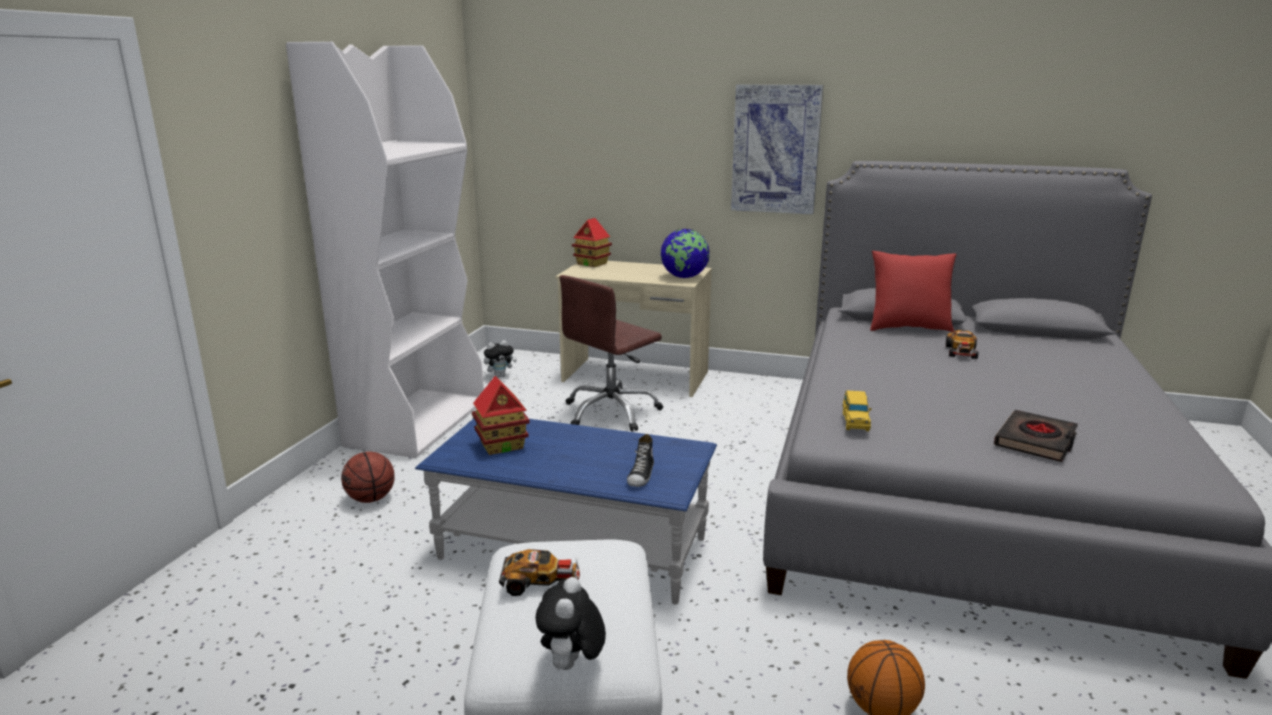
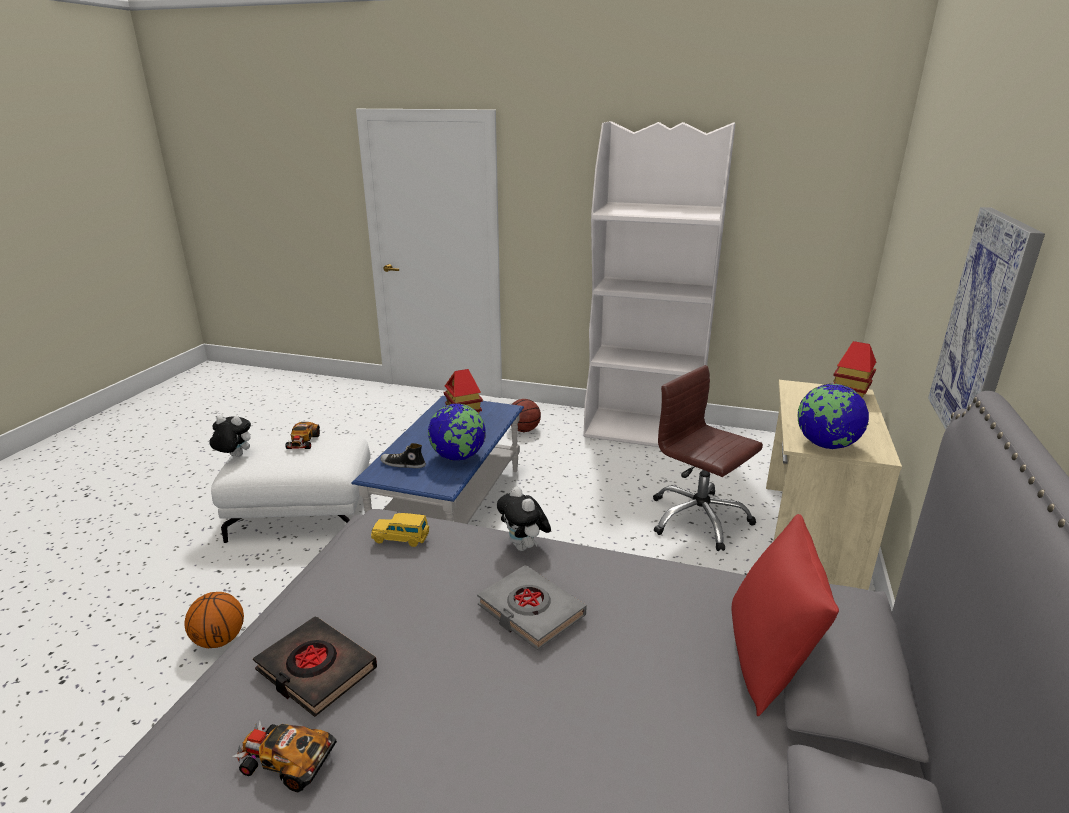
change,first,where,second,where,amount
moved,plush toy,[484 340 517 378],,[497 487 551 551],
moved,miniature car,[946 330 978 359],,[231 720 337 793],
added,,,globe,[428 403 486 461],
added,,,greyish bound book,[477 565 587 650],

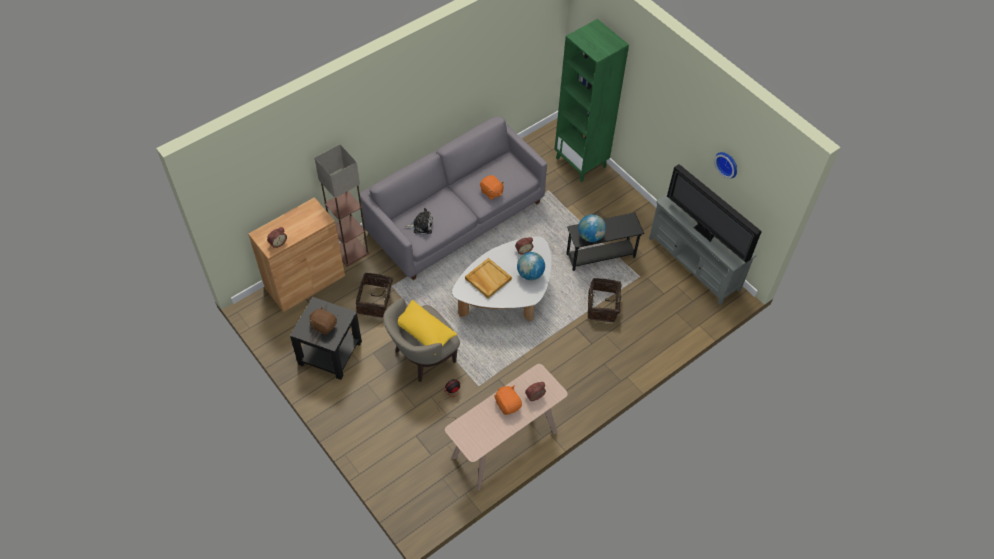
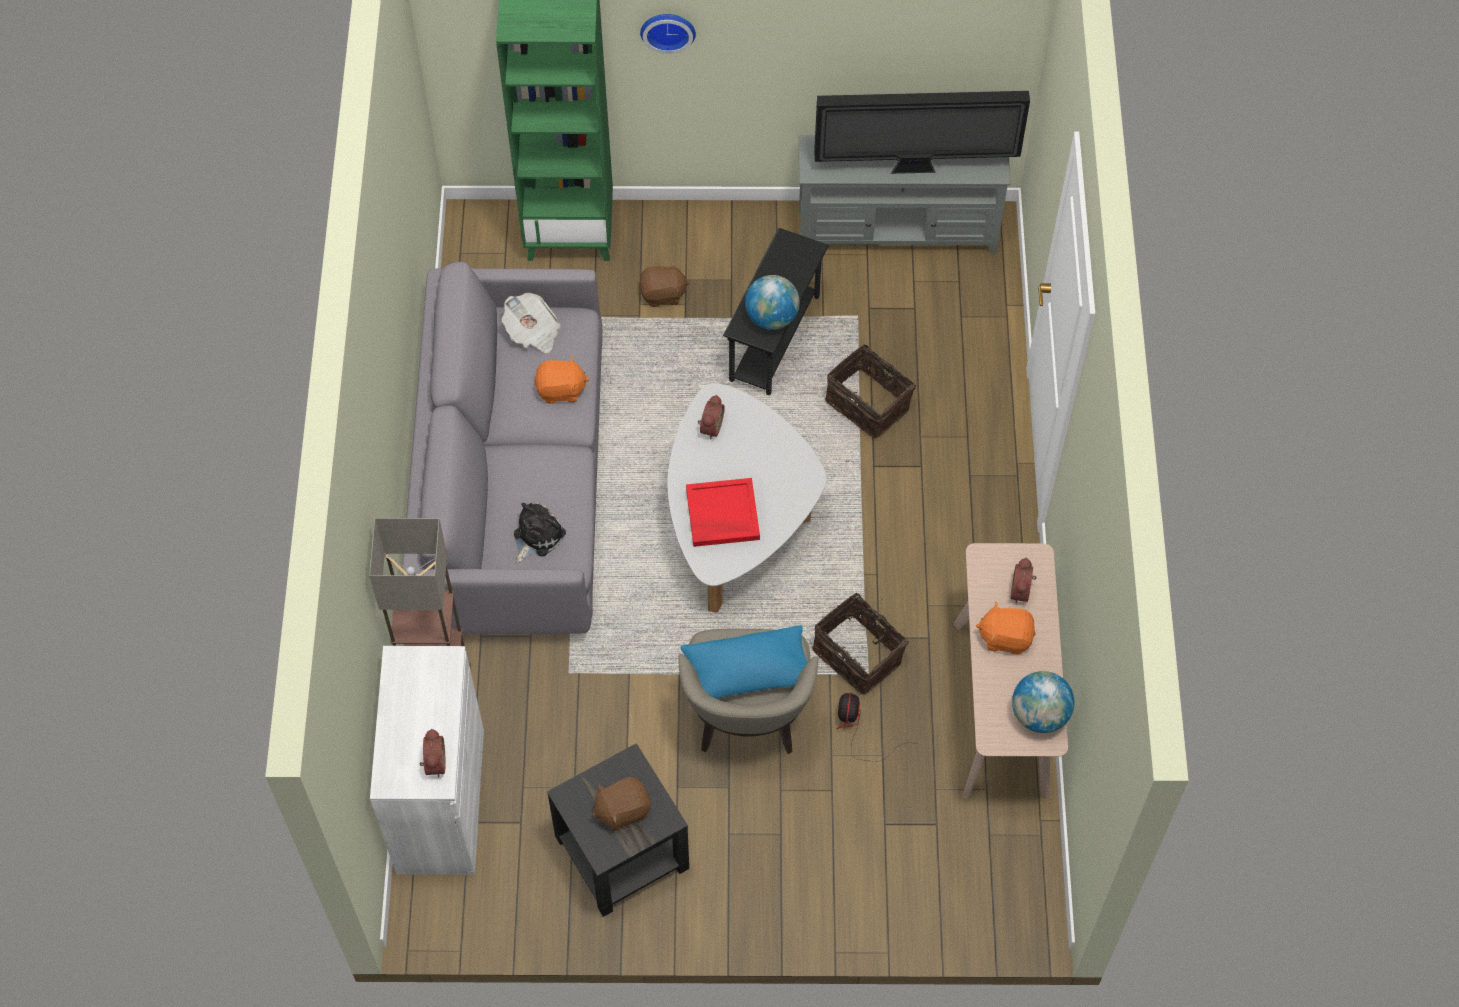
change,first,where,second,where,amount
recoloured,brownish storage cabinet,[248 197 345 312],white-coloured storage cabinet,[370 646 484 875],
moved,storage basket,[356 272 397 318],,[812 589 909 694],
recoloured,yellow cushion,[398 300 457 355],blue cushion,[681 625 808 699],
recoloured,beige-coloured carrying tray,[465 258 512 299],red-coloured carrying tray,[686 478 760 547],
moved,globe,[517 252 545 280],,[1012 671 1075 733],
moved,clock on the wall,[714 152 737 178],,[640 14 696 54],
added,,,printed paper,[502 293 561 353],
added,,,brownish plush toy,[639 261 690 307],

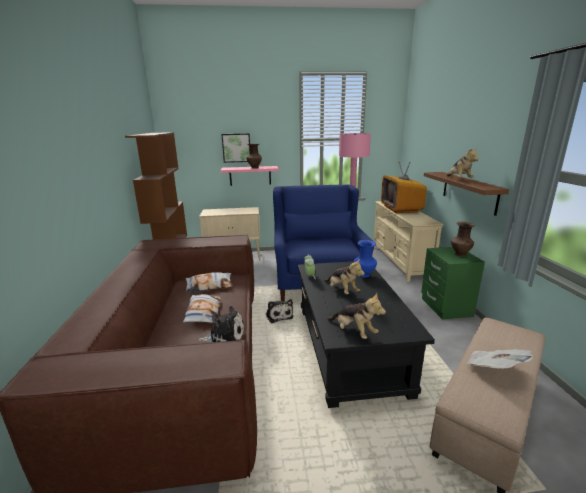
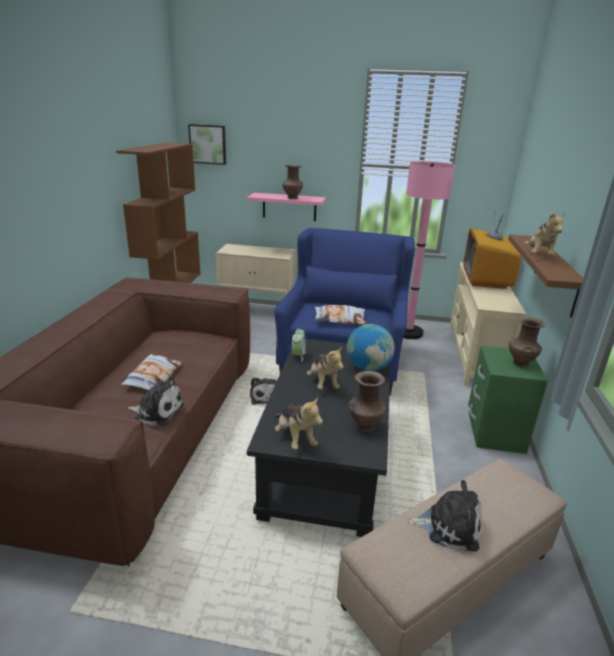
change,first,where,second,where,amount
moved,cushion,[185 272 232 292],,[315 305 366 324],
moved,picture,[221 133 250 163],,[188 124 226 165],
replaced,blue decorative vase,[354 240 377 278],globe,[347 324 395 371],
replaced,printed paper,[466 349 533 368],plush toy,[407 480 482 551],
added,,,brownish decorative vase,[349 371 386 432],

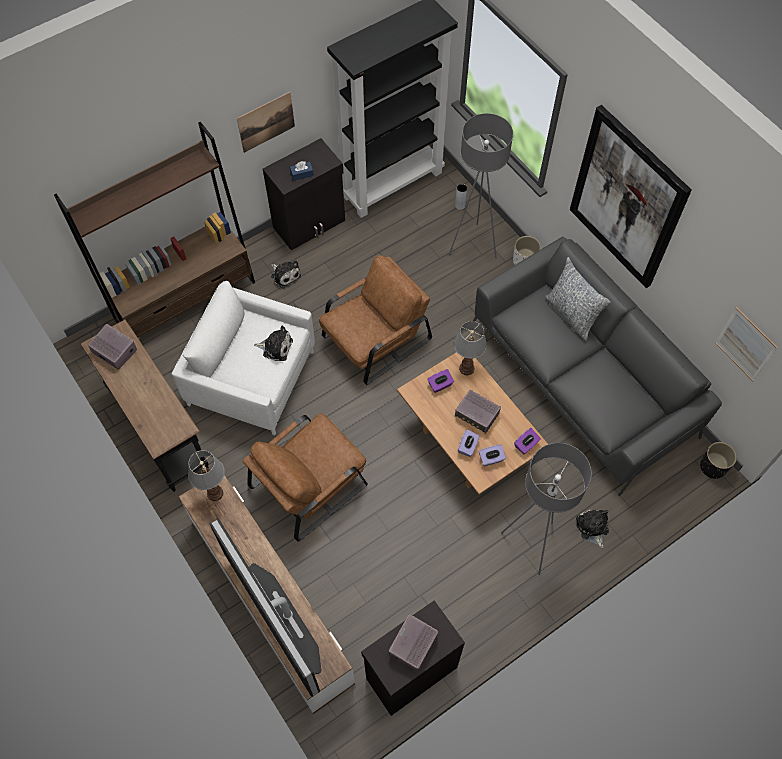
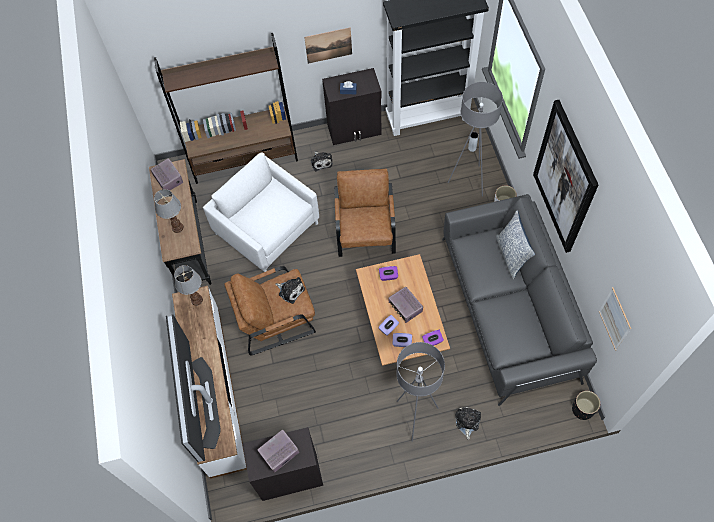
change,first,where,second,where,amount
moved,plush toy,[254 326 293 361],,[275 277 305 304],
turned,brownish lounge chair,[319 255 432 385],,[334 169 396 257],75 degrees counterclockwise
moved,table lamp,[454 321 487 375],,[154 189 184 233],

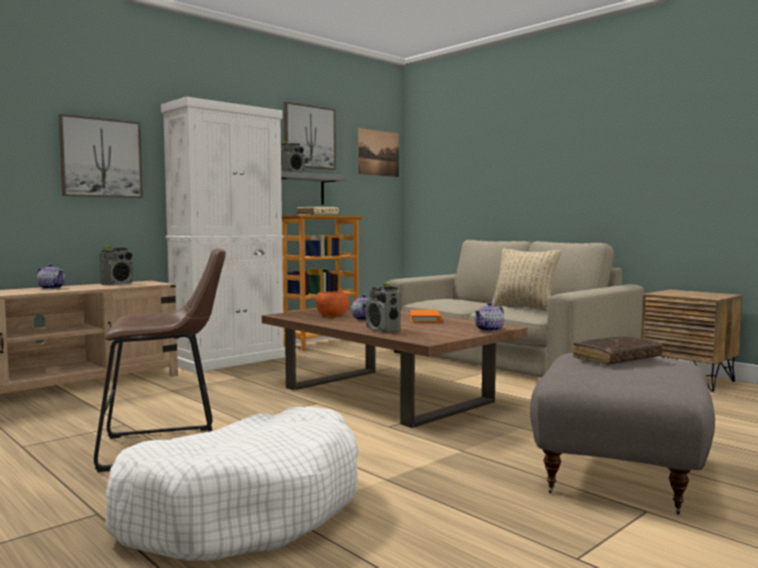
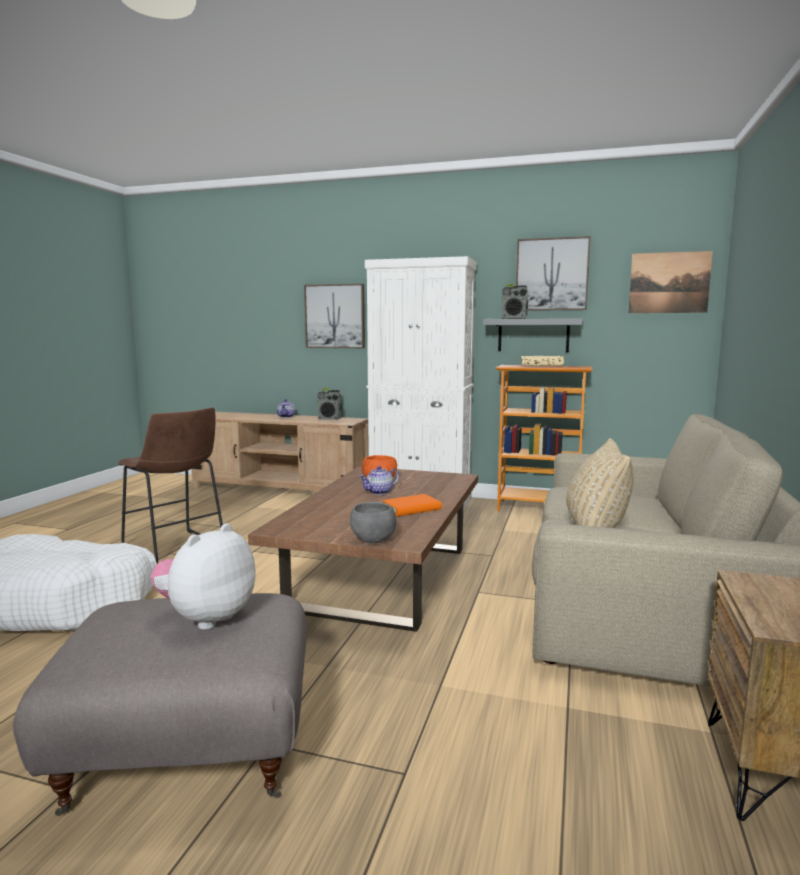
change,first,where,second,where,amount
removed,radio receiver,[366 282 401 333],,,
replaced,pot for tea,[475 302 504 332],greyish deep dish,[350 502 396 543],
replaced,brownish bound book,[573 336 663 365],plush toy,[150 523 256 630],

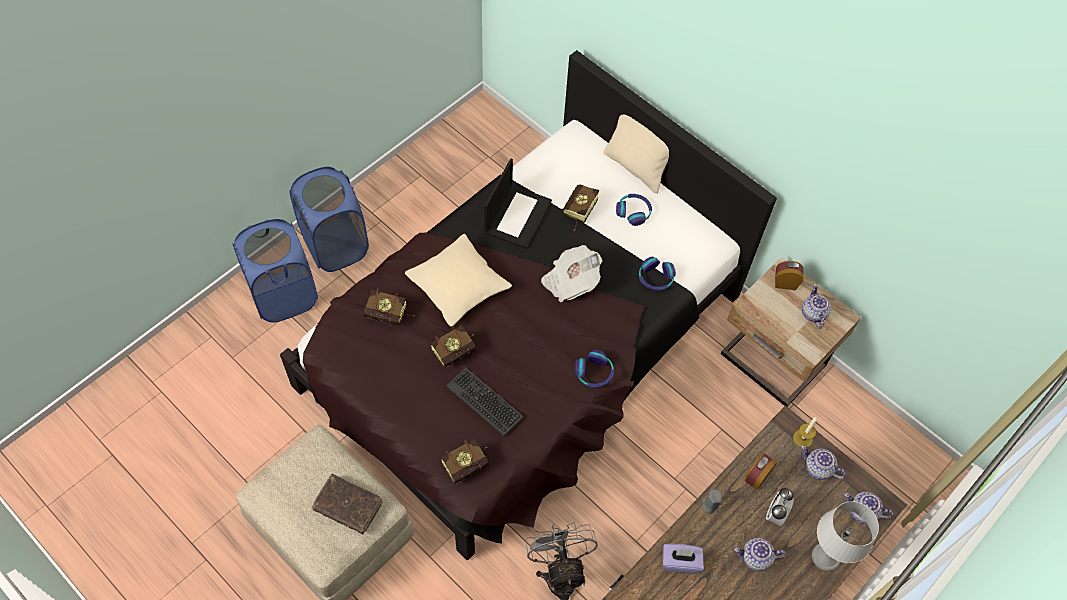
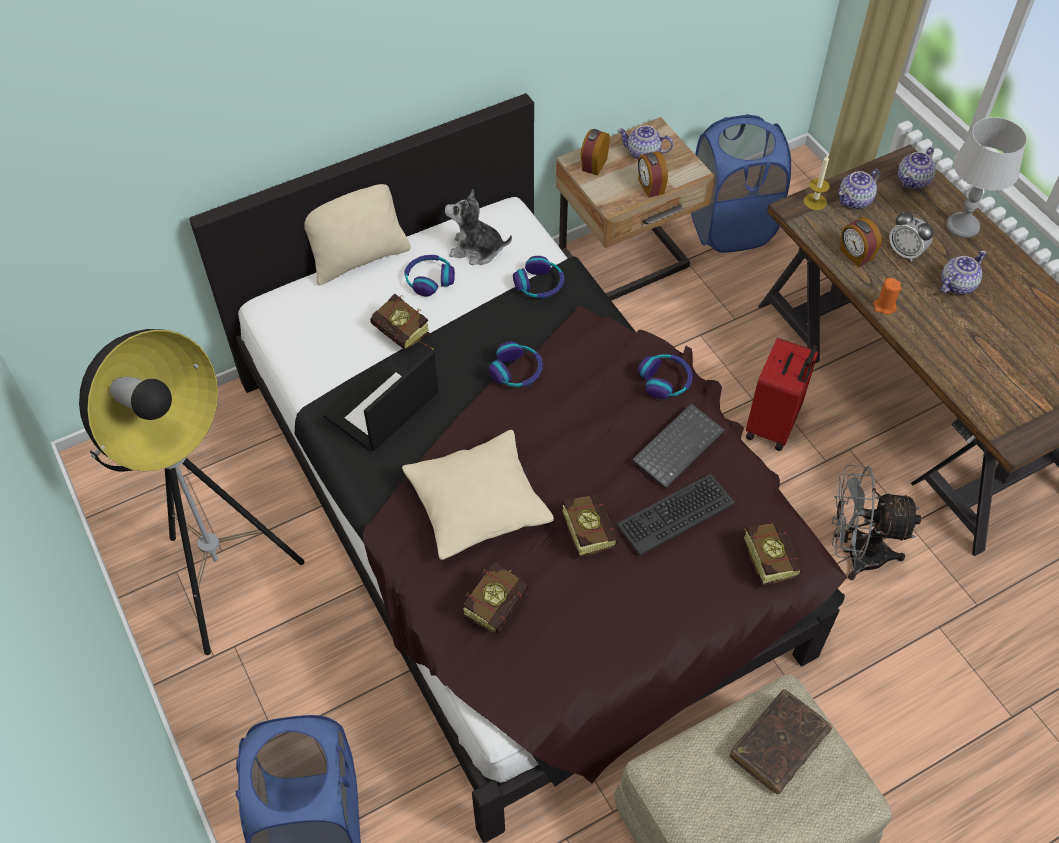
change,first,where,second,where,amount
moved,blue hamper,[290 167 369 272],,[691 114 791 253],
turned,laptop,[484 159 552 249],,[324 350 438 452],90 degrees counterclockwise
replaced,printed paper,[541 245 603 302],headphones,[488 341 543 387],
removed,purple-coloured tissue box,[663 544 704 574],,,
recoloured,greyish candle,[702 489 722 514],orange-coloured candle,[873 278 901 314],
turned,pot for tea,[734 538 786 571],,[941 250 986 295],150 degrees counterclockwise
added,,,standing lamp,[79 329 305 655],
added,,,plush toy,[445 189 512 265],
added,,,keyboard,[632 404 725 489],
added,,,bedside clock,[638 151 668 198],
added,,,red-coloured travel case,[746 338 818 451],

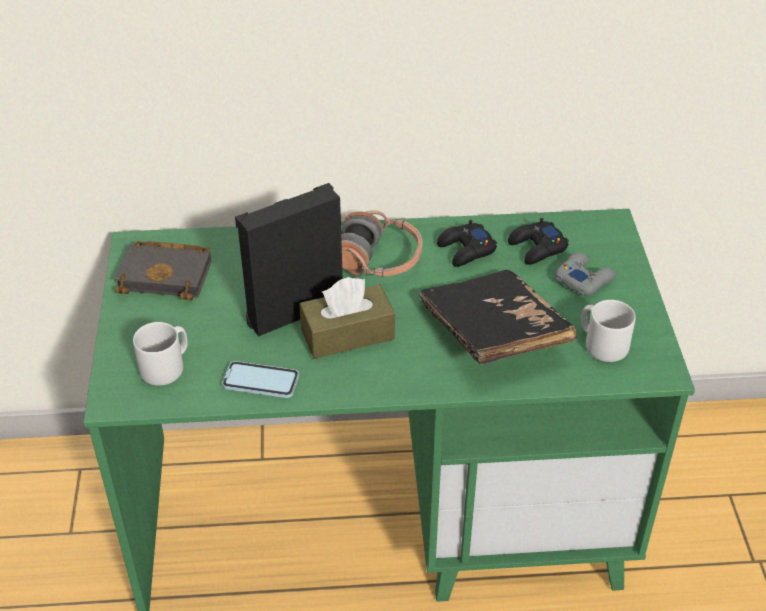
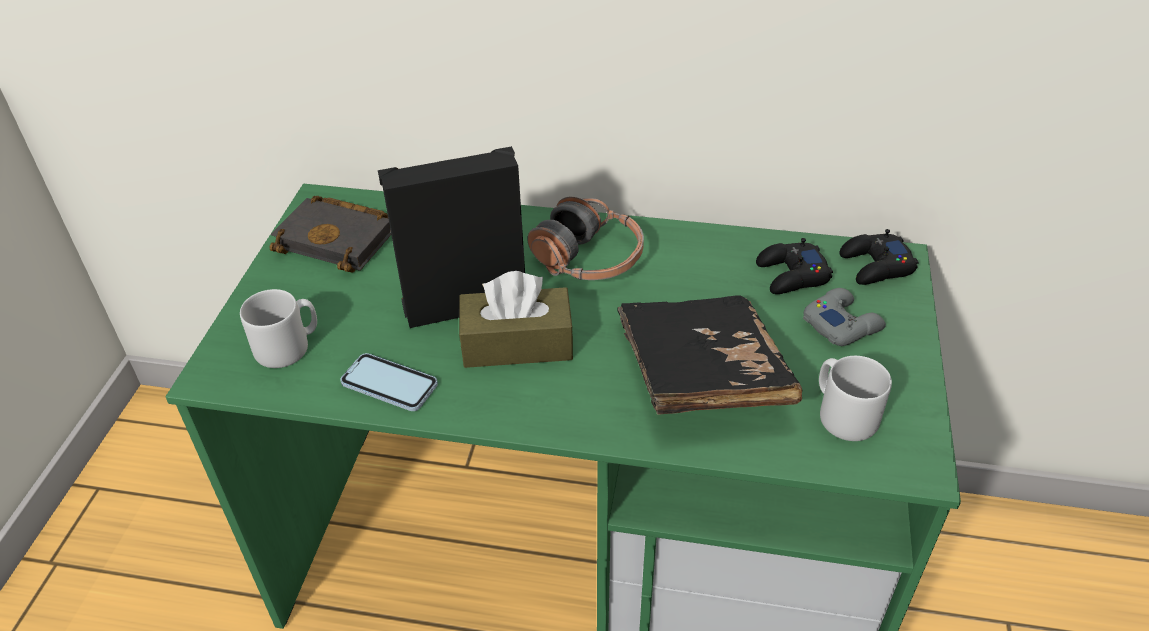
change,first,where,second,where,amount
moved,blackish joypad,[437 220 497 267],,[840 229 919 285],

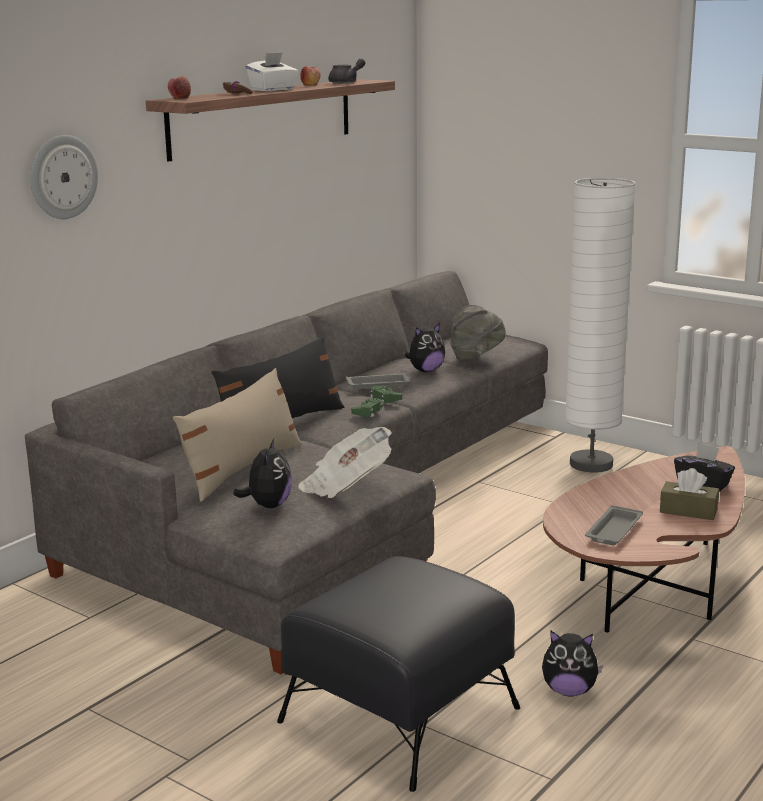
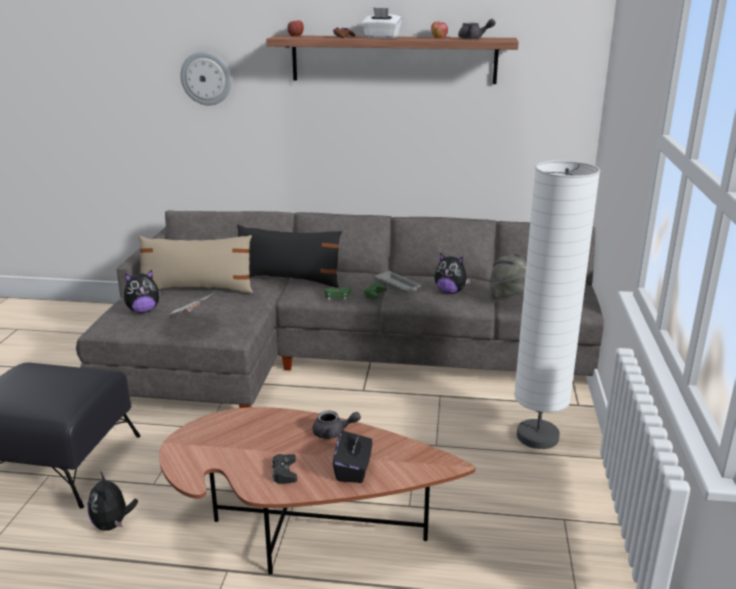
change,first,where,second,where,amount
removed,greyish carrying tray,[585 505 643 545],,,
replaced,brownish tissue box,[660 468 719 520],blackish joypad,[272 454 297 484],
added,,,greyish pot for tea,[313 411 361 439],

